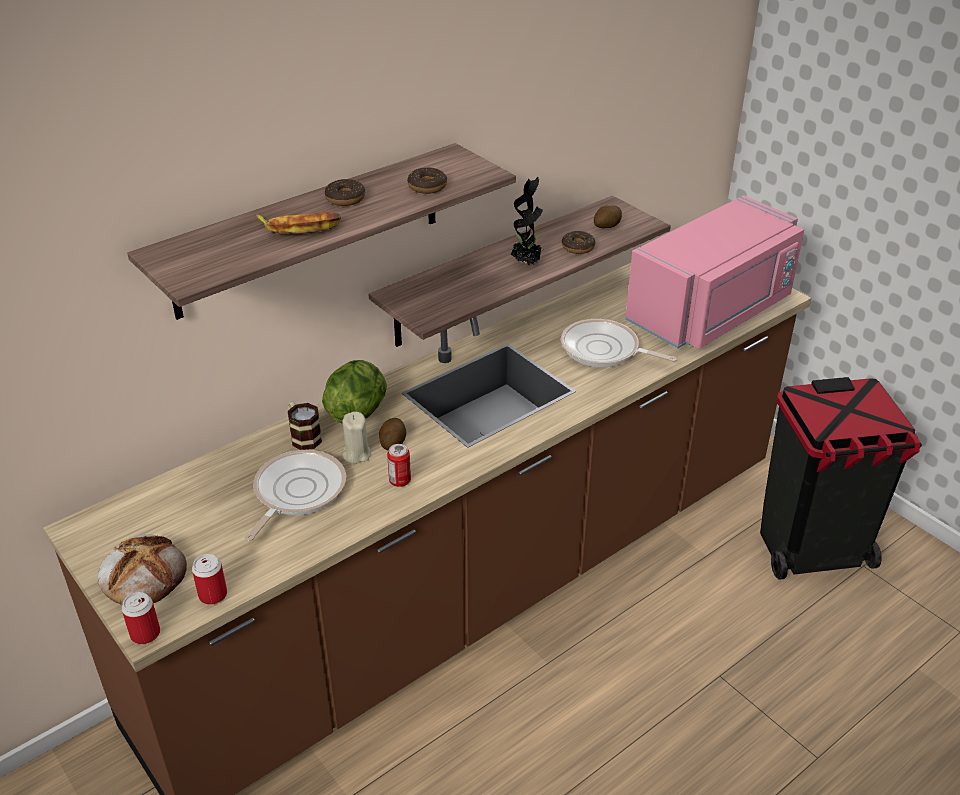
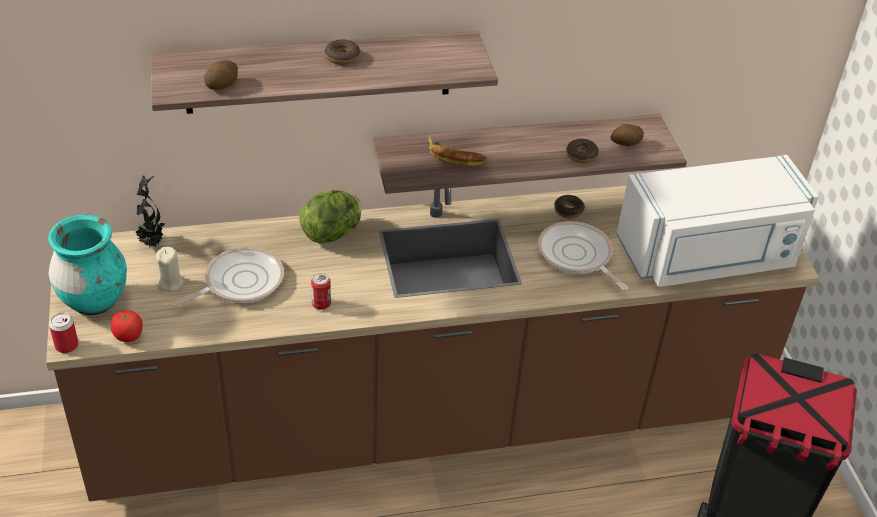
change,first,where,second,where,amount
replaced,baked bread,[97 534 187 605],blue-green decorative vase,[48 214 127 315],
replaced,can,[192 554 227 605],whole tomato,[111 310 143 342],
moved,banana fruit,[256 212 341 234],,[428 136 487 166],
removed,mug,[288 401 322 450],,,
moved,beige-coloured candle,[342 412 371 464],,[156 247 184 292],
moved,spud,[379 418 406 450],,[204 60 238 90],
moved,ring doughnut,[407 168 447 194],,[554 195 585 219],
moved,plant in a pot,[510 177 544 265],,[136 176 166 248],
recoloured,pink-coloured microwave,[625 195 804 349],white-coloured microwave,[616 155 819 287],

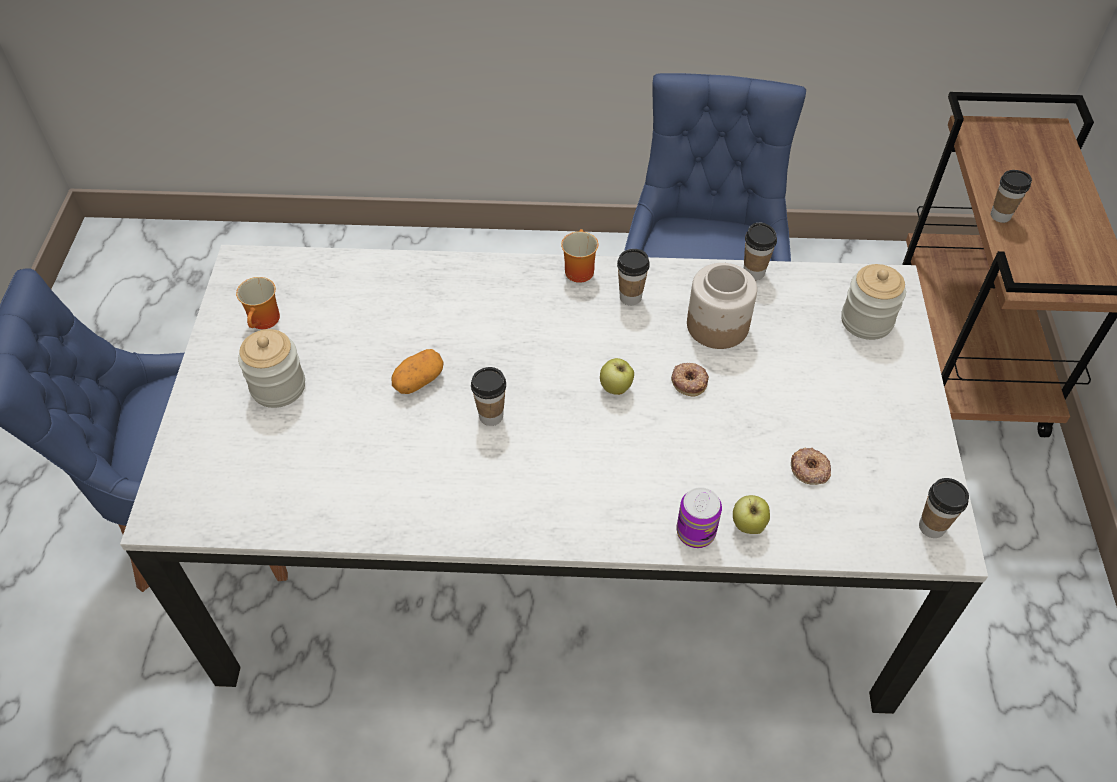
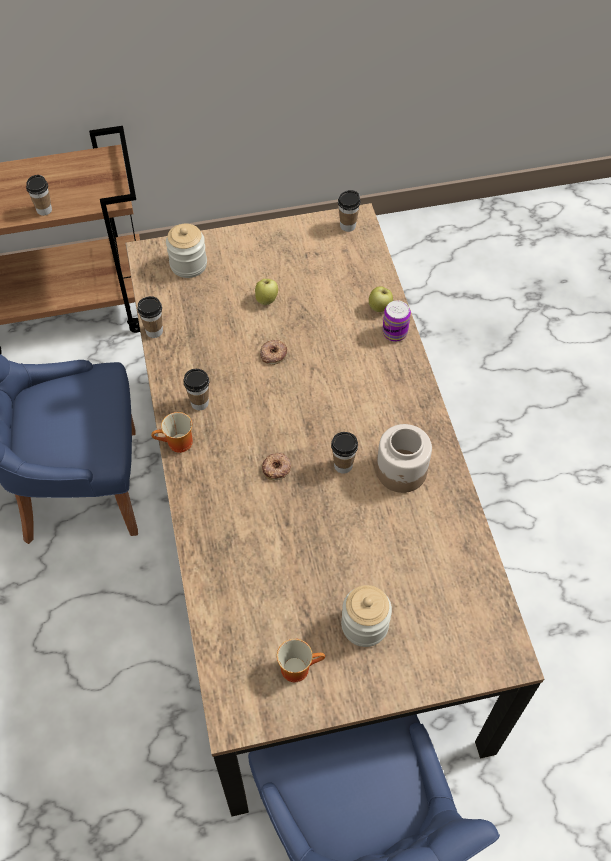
change,first,where,second,where,amount
recoloured,white-coloured dinner table,[120 245 988 714],brownish dinner table,[125 203 544 817],
removed,spud,[392 349 444 394],,,
moved,whole apple,[600 358 634 395],,[255 279 278 305],
moved,preserve jar,[687 263 757 349],,[376 424 432 493],
moved,ring doughnut,[791 447 831 485],,[262 453 291 480],

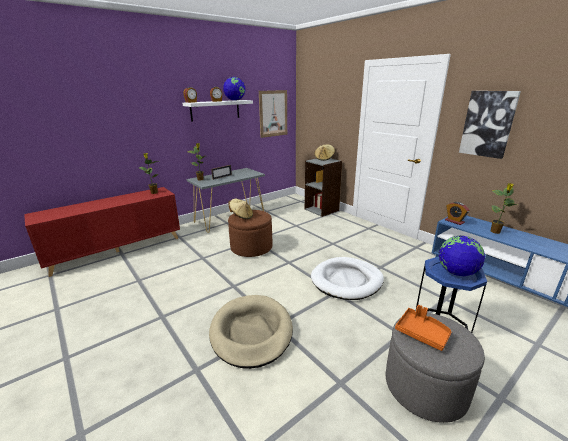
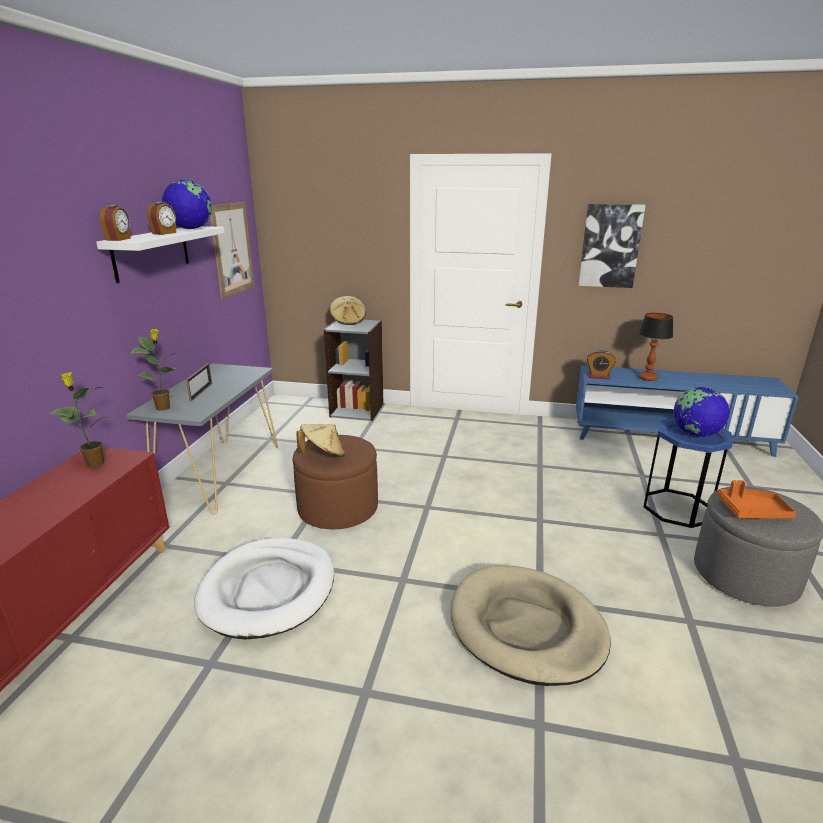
change,first,where,second,where,amount
moved,white-coloured dog bed,[311 257 384 300],,[194 538 334 640],
replaced,plant in a pot,[491 183 517 234],table lamp,[638 313 673 381],

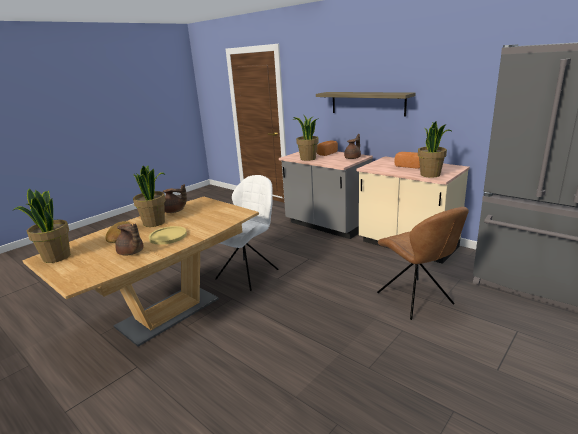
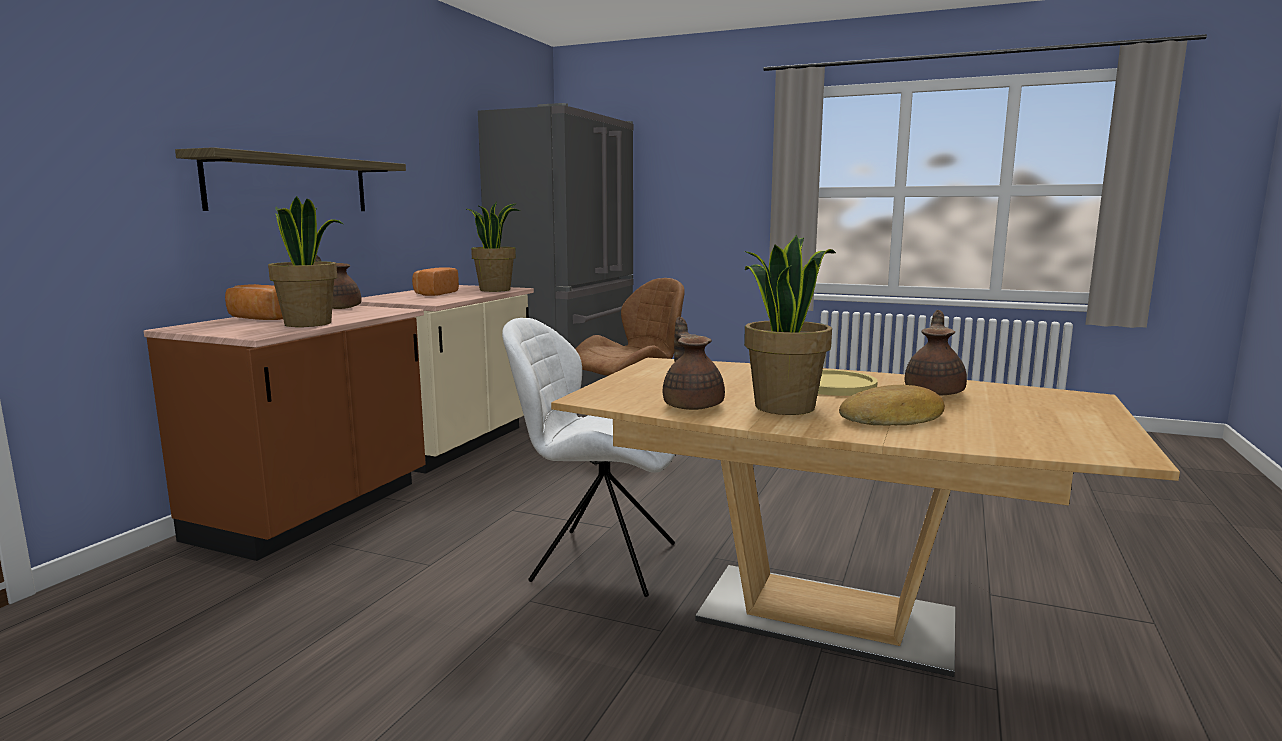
change,first,where,second,where,amount
removed,plant in a pot,[13 188 70 263],,,
recoloured,greyish kitchen base unit,[279 151 373 239],brownish kitchen base unit,[144 306 426 561],

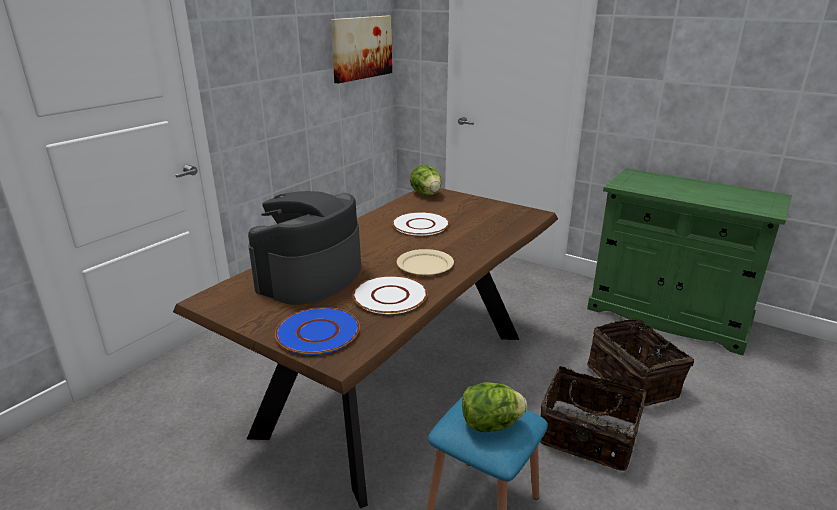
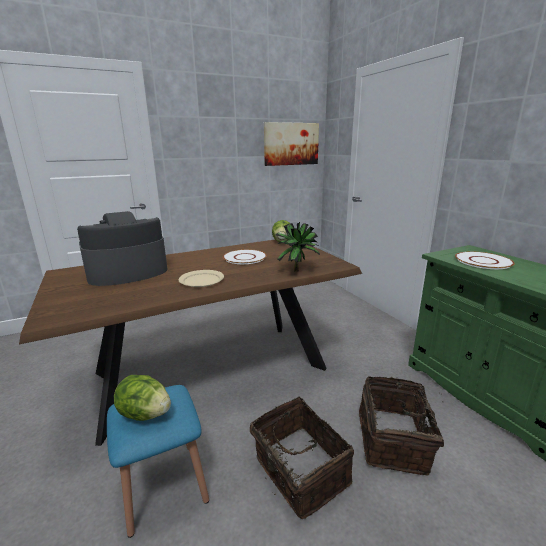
change,first,where,second,where,amount
removed,blue plate,[275 307 360 355],,,
moved,white-coloured plate,[353 276 428 314],,[455 252 515 269],
added,,,plant in a pot,[276 222 320 272],

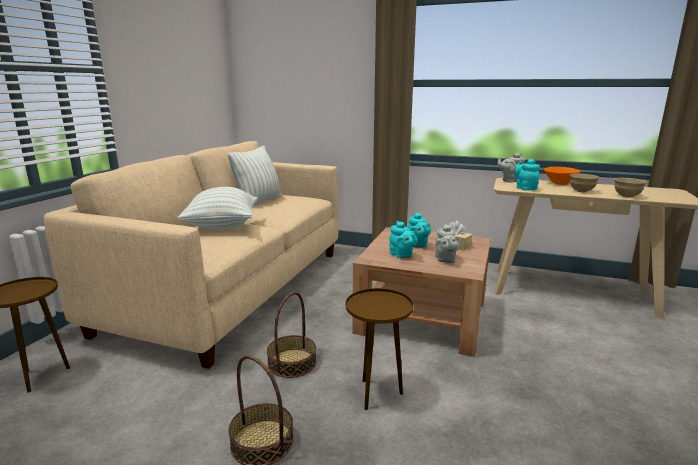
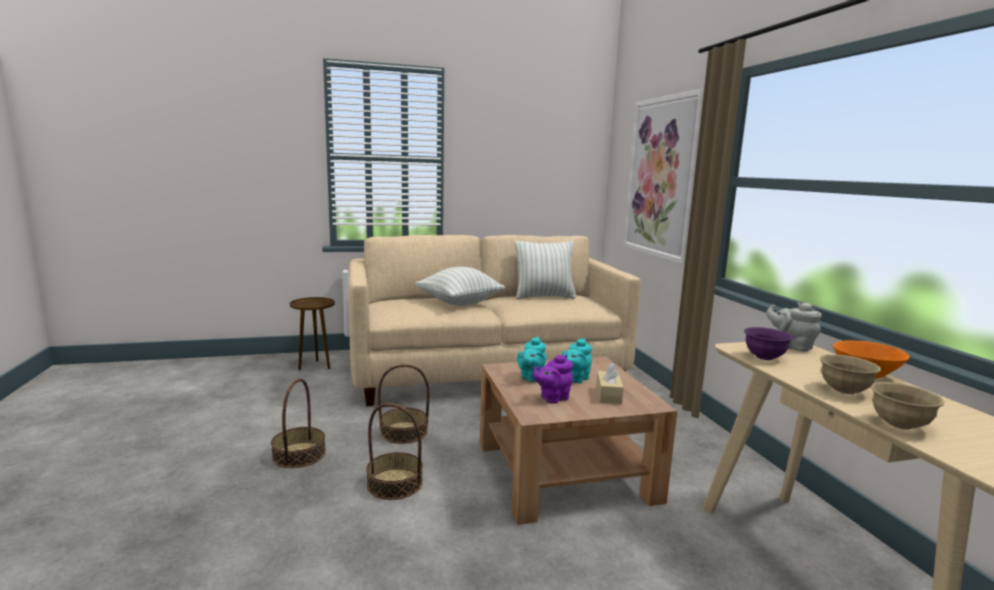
change,first,where,second,where,amount
replaced,brownish side table,[346 288 414 410],storage basket,[366 403 423 500],
recoloured,greyish pot for tea,[435 224 460 263],purple-coloured pot for tea,[533 355 573 403],
replaced,blue-green pot for tea,[515 159 540 191],purple-coloured deep dish,[744 327 793 360],
added,,,picture,[623 88 704 265],

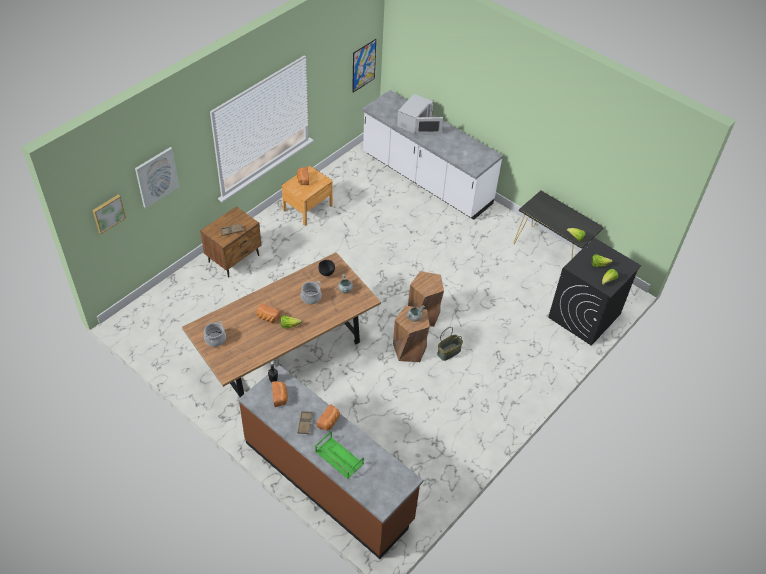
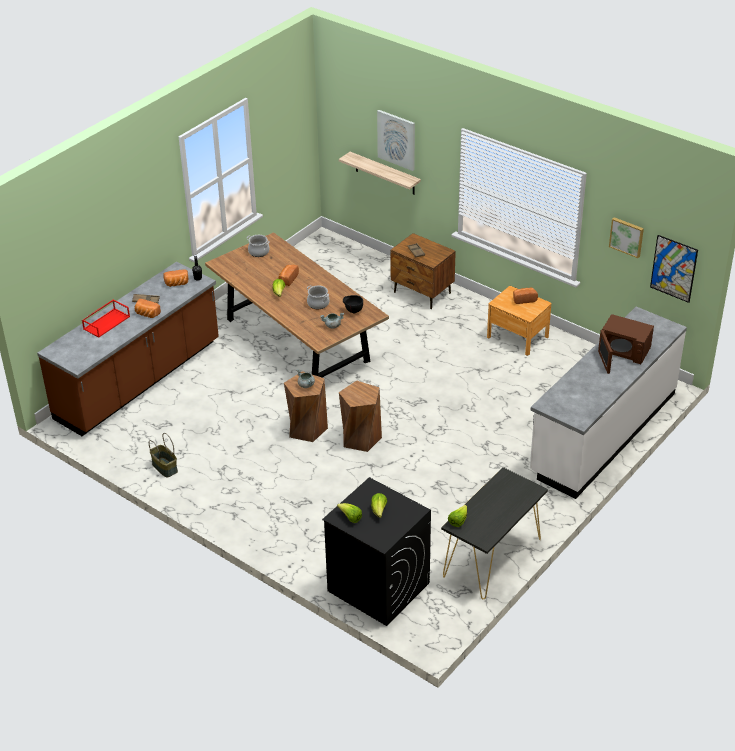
change,first,where,second,where,amount
moved,picture,[92 195 126 234],,[609 217 644 258],
recoloured,green-coloured carrying tray,[315 431 364 479],red-coloured carrying tray,[82 299 130 338],
recoloured,white-coloured microwave,[397 94 443 135],brownish microwave,[598 314 654 374],
moved,storage basket,[437 327 463 361],,[149 433 178 478],
added,,,bracket shelf,[339 152 421 195],

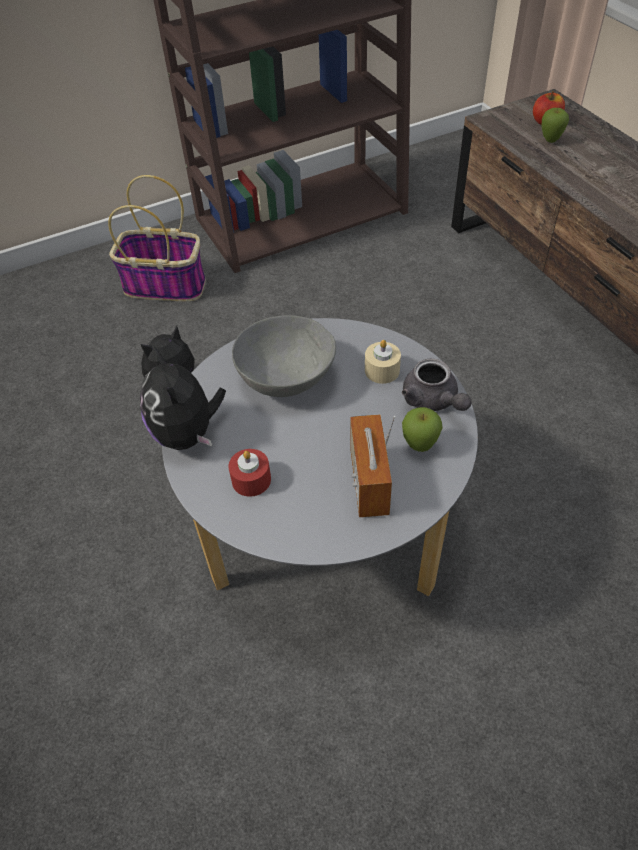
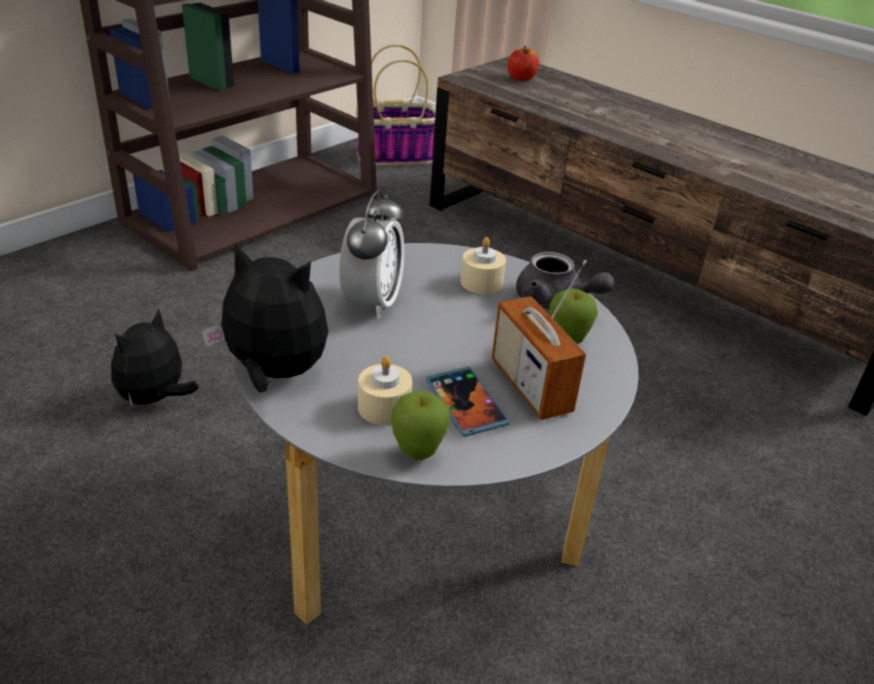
change,first,where,second,where,amount
moved,storage basket,[108 175 205 301],,[356 44 436 165],
turned,plush toy,[140 347 226 450],,[202 242 328 393],150 degrees clockwise
recoloured,red-coloured candle,[229 449 271 497],beige-coloured candle,[358 356 412 425],
replaced,greyish deep dish,[232 315 336 397],bedside clock,[339 190 404 319],
moved,whole apple,[541 108 569 143],,[391 391 450 460],
added,,,handset,[426 366 510 437],

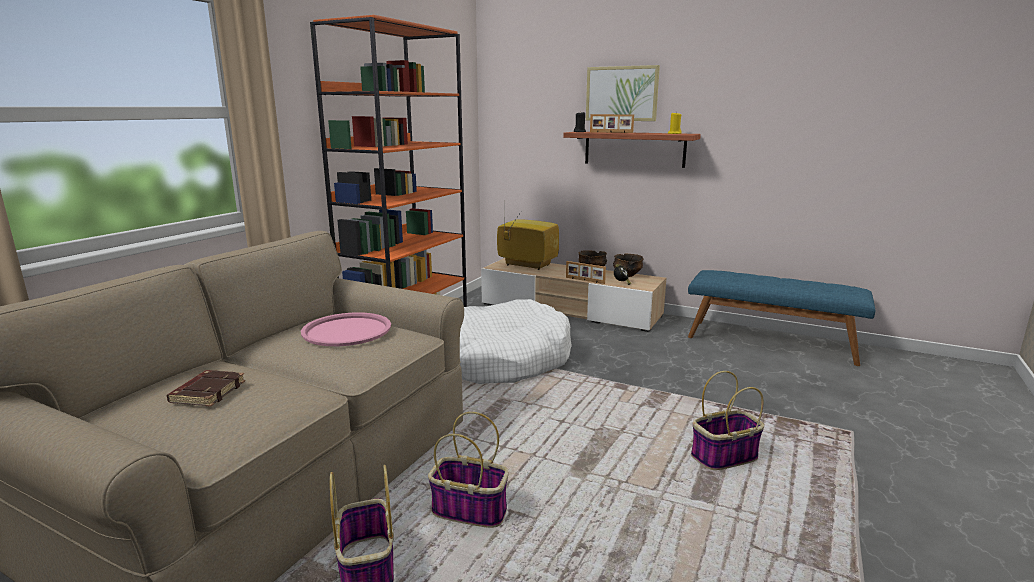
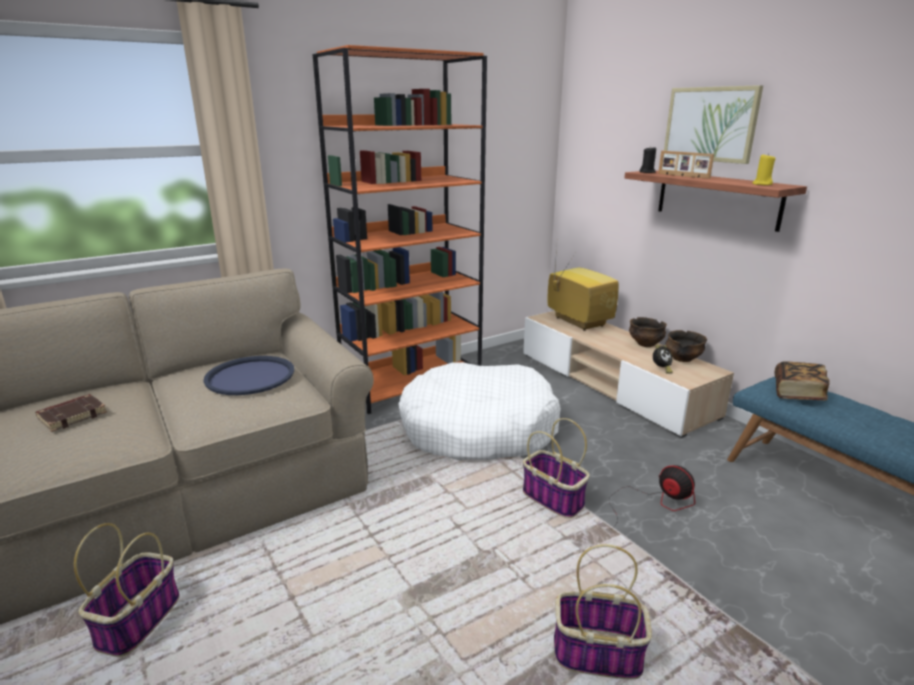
change,first,where,second,where,amount
recoloured,pink-coloured carrying tray,[301 312 391 346],blue carrying tray,[203 356 294 395],
moved,storage basket,[428 412 509 528],,[523 418 590 518],
removed,standing frame,[566 261 606 284],,,
added,,,cooling fan,[609 465 695 527],
added,,,bound book,[775 361 830 400],

